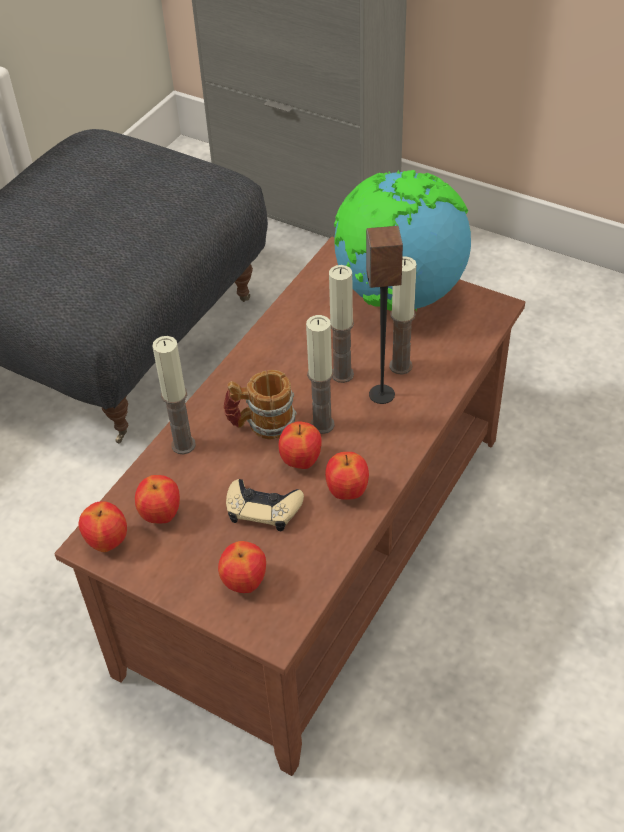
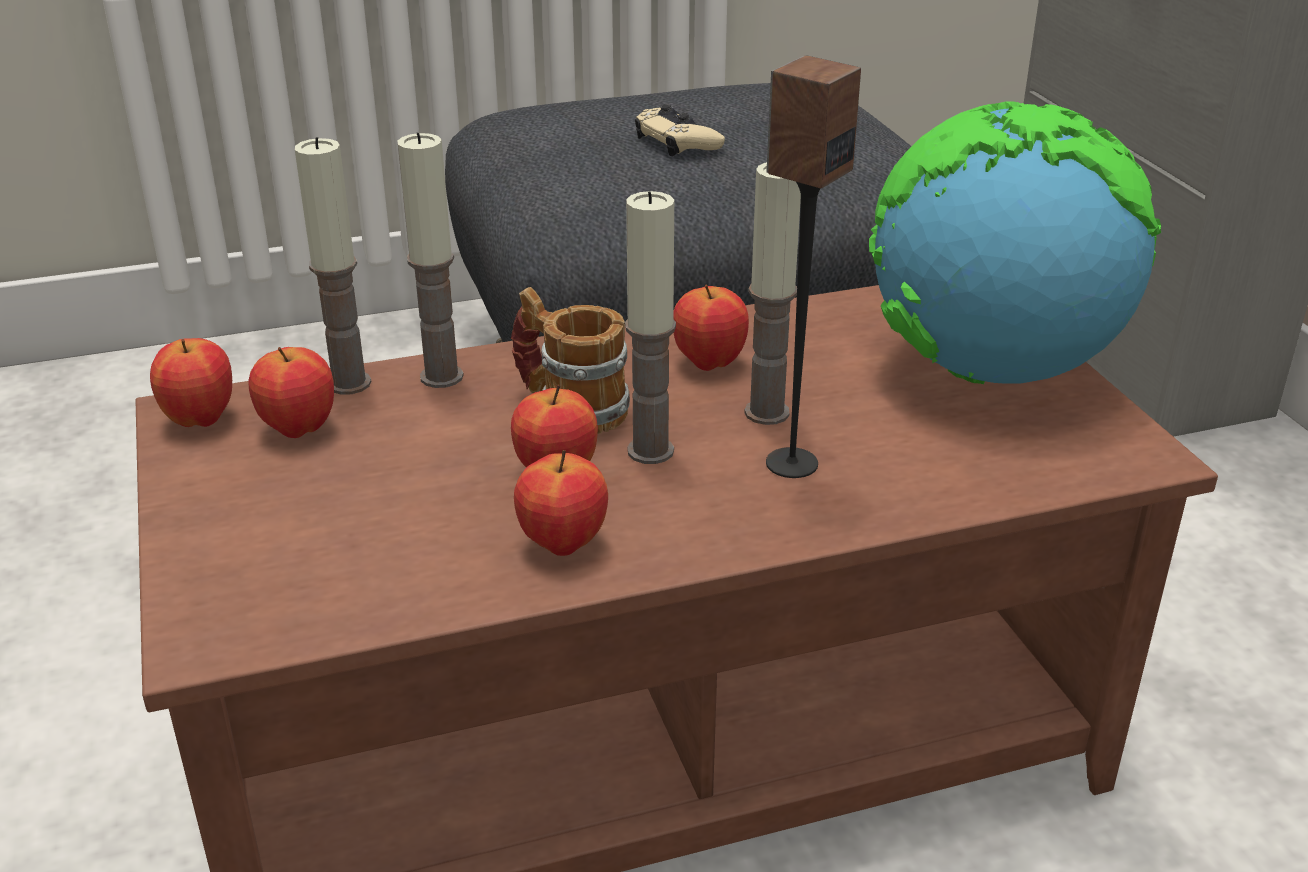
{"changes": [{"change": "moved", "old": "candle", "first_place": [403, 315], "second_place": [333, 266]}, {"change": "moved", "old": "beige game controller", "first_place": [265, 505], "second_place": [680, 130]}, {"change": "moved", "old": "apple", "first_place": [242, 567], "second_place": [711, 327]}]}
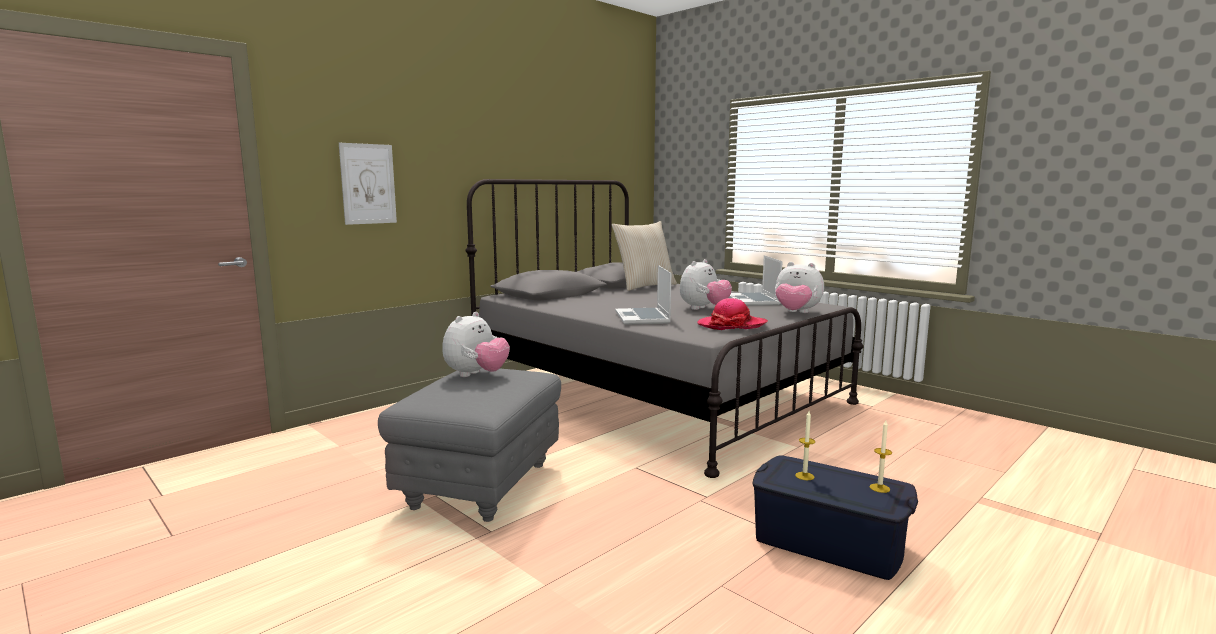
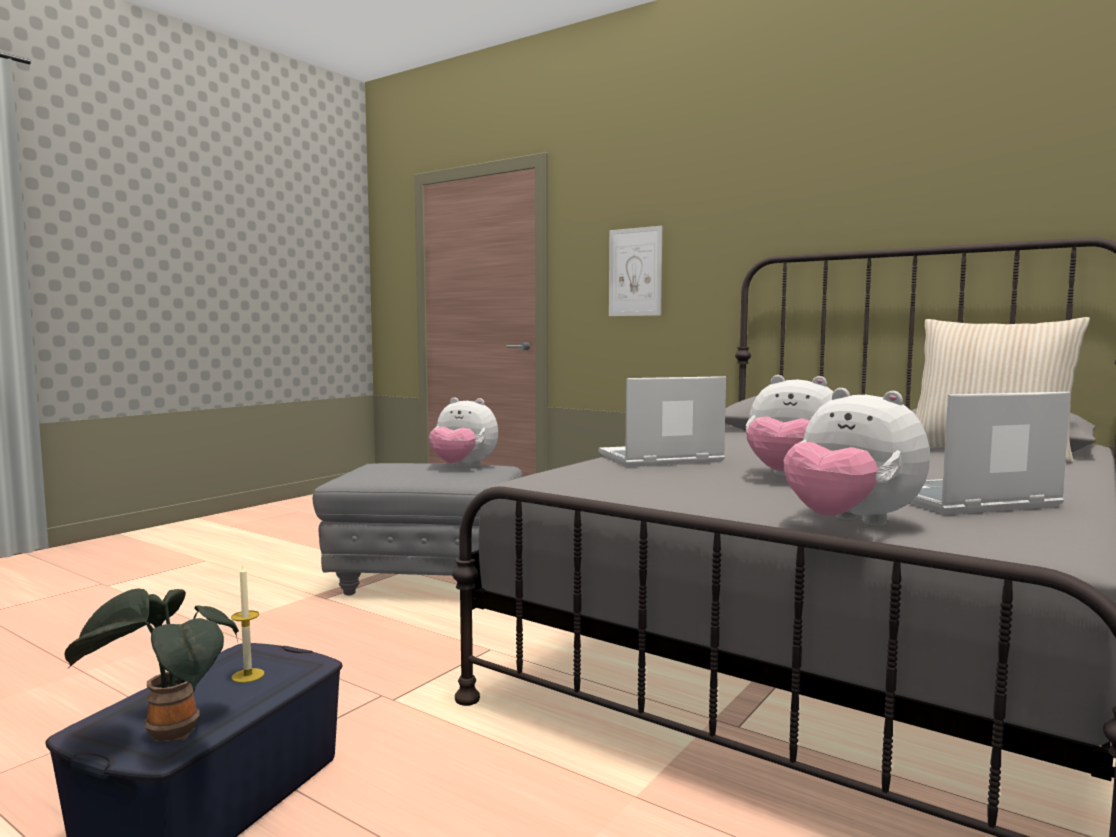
{"changes": [{"change": "replaced", "old": "candle", "new": "potted plant", "first_place": [881, 457], "second_place": [152, 665]}, {"change": "turned", "old": "plush toy", "first_place": [799, 287], "second_place": [856, 456], "degrees": -60}, {"change": "removed", "old": "hat", "first_place": [732, 314]}]}
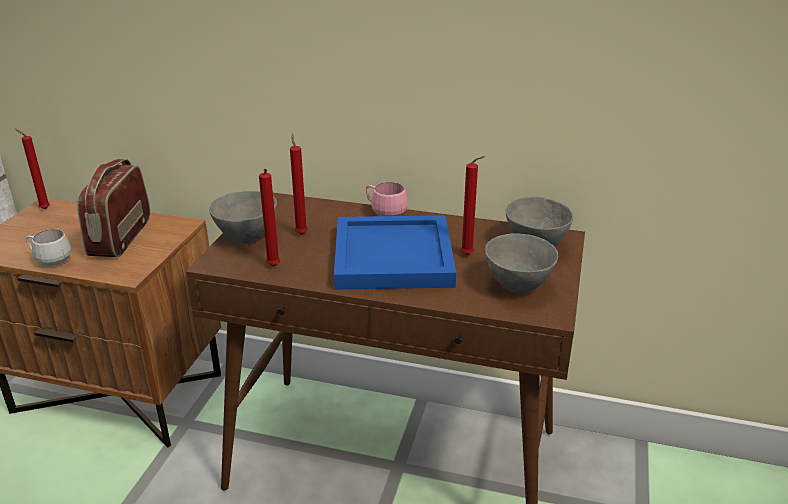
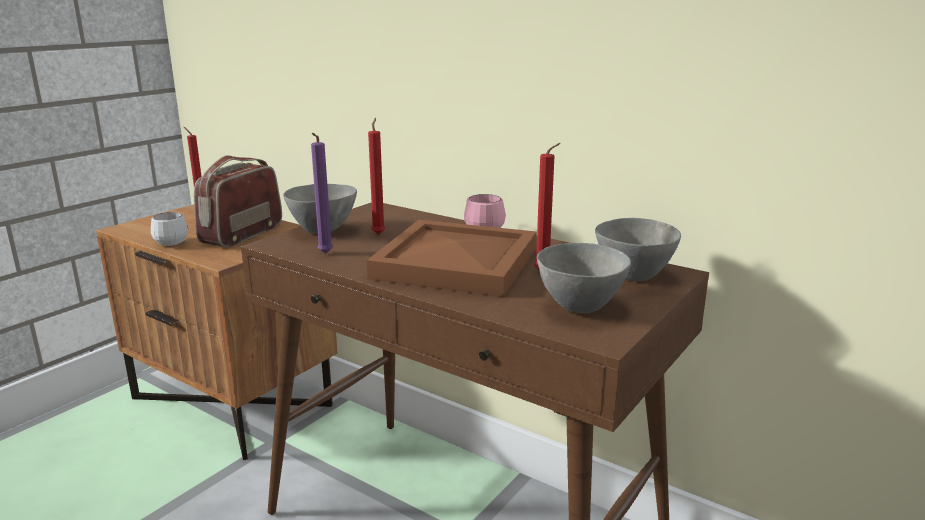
{"changes": [{"change": "recoloured", "old": "red candle", "new": "purple candle", "first_place": [269, 217], "second_place": [322, 193]}, {"change": "recoloured", "old": "blue tray", "new": "brown tray", "first_place": [395, 252], "second_place": [452, 258]}]}
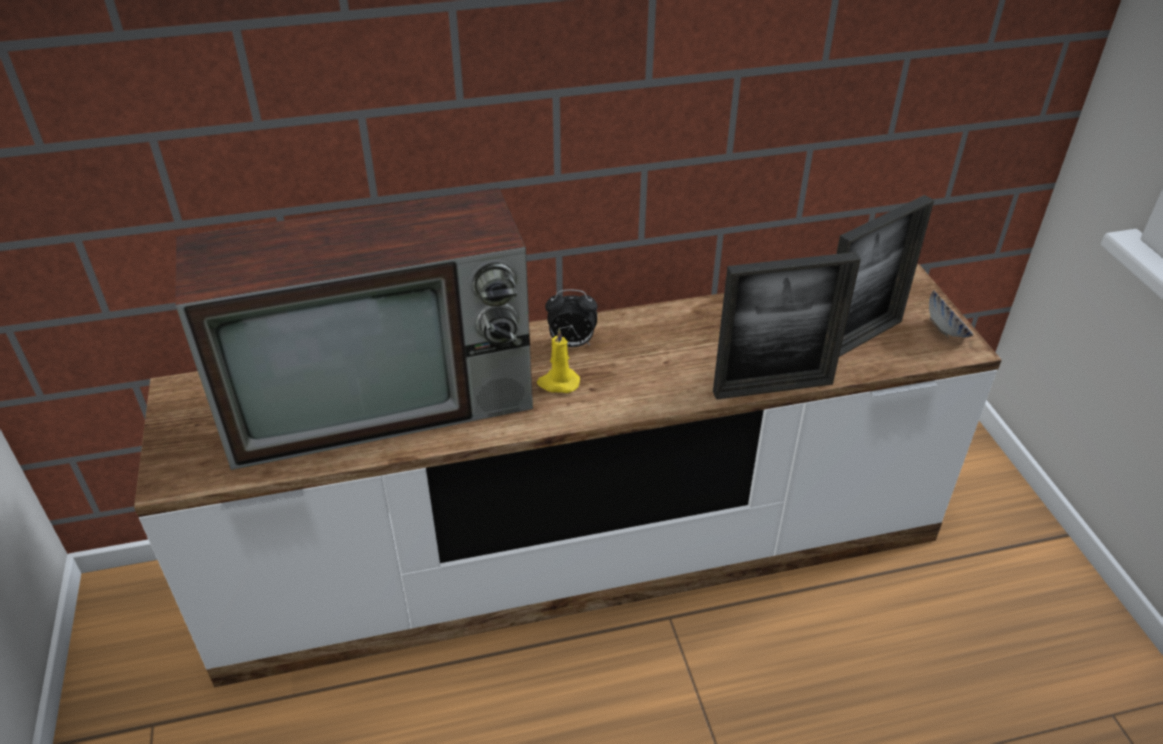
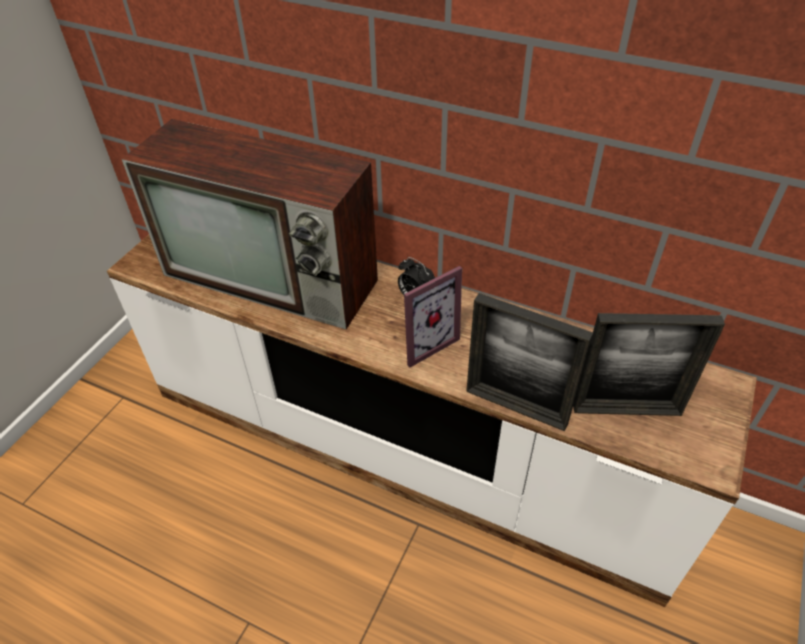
{"changes": [{"change": "added", "new": "picture frame", "second_place": [433, 316]}, {"change": "removed", "old": "yellow candle", "first_place": [558, 360]}, {"change": "removed", "old": "bowl", "first_place": [951, 314]}]}
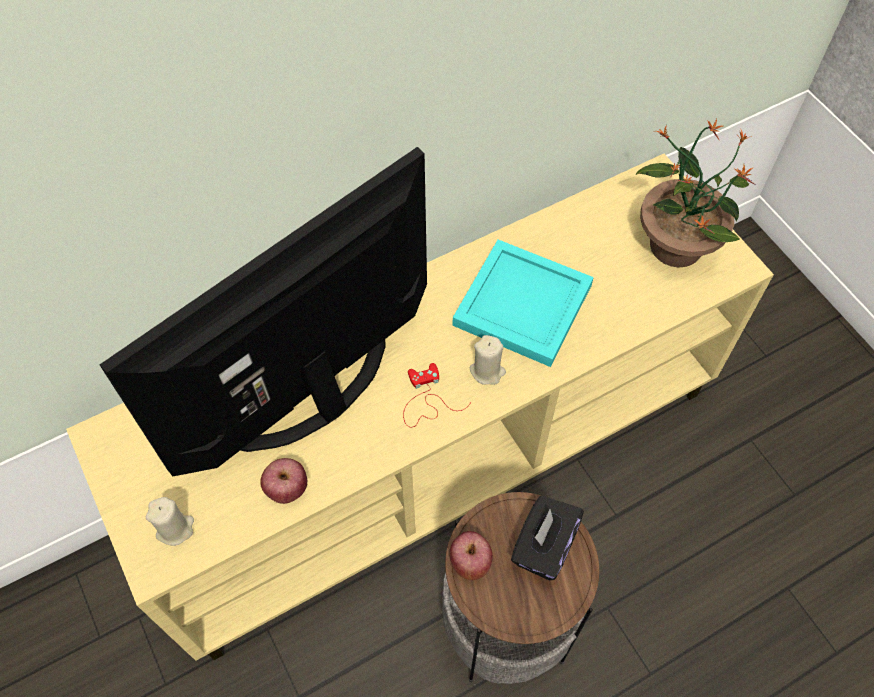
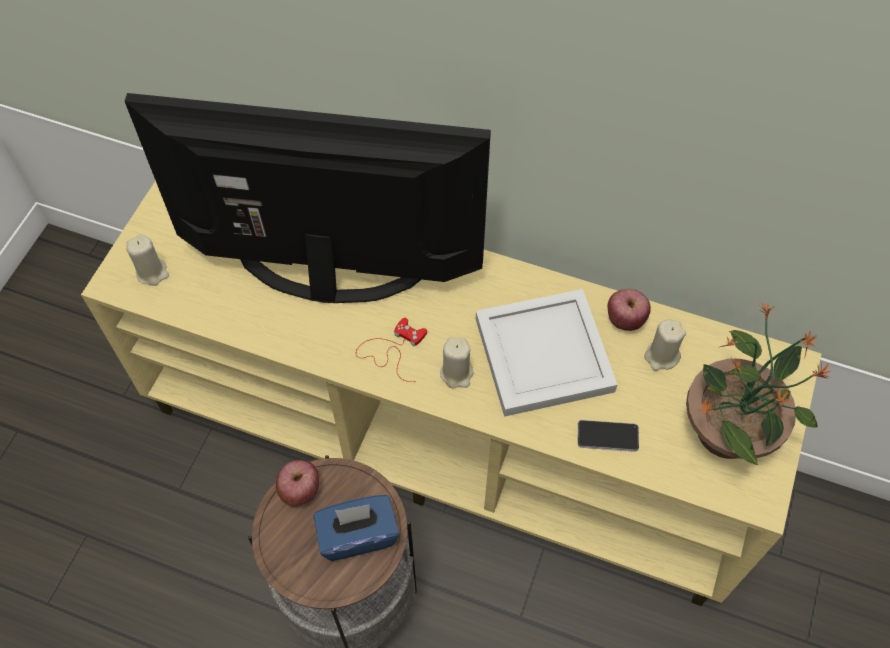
{"changes": [{"change": "recoloured", "old": "black tissue box", "new": "blue tissue box", "first_place": [547, 537], "second_place": [356, 528]}, {"change": "recoloured", "old": "turquoise tray", "new": "white tray", "first_place": [523, 303], "second_place": [546, 353]}, {"change": "added", "new": "phone", "second_place": [608, 436]}, {"change": "moved", "old": "apple", "first_place": [283, 481], "second_place": [629, 310]}, {"change": "added", "new": "beige candle", "second_place": [665, 345]}]}
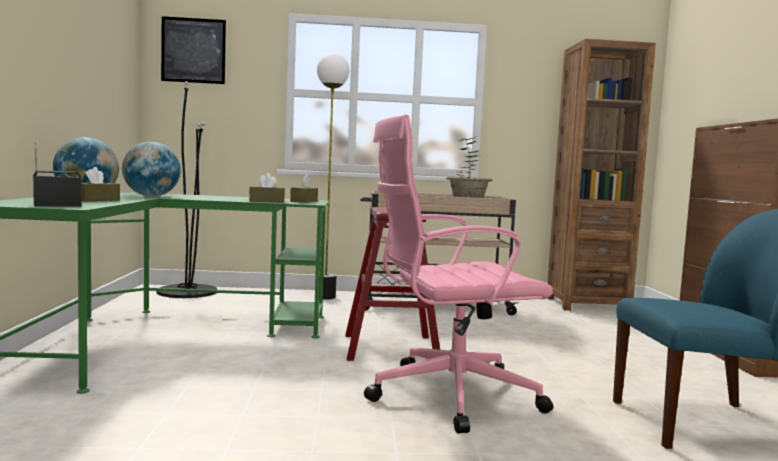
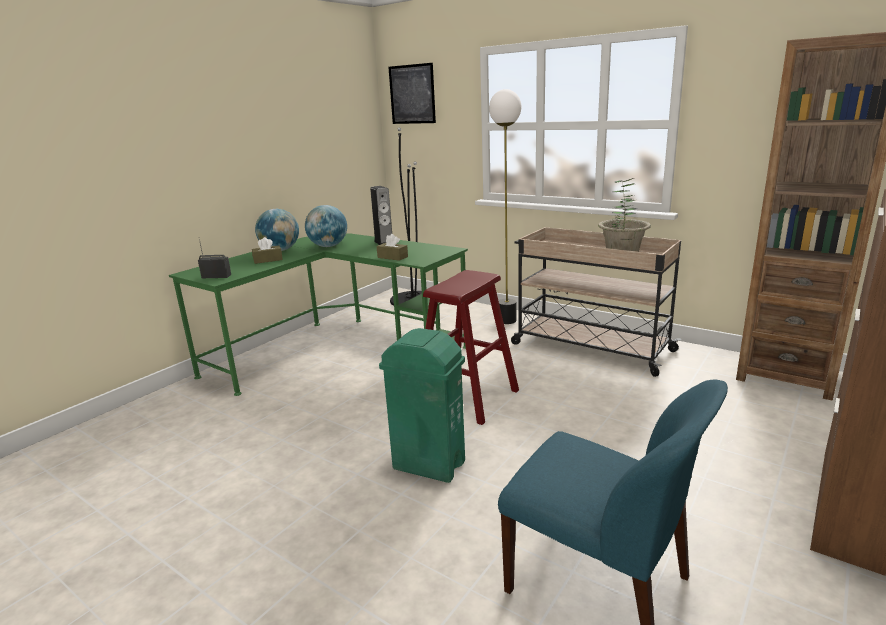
{"changes": [{"change": "added", "new": "speaker", "second_place": [381, 215]}, {"change": "replaced", "old": "pink office chair", "new": "green trash can", "first_place": [458, 274], "second_place": [422, 405]}, {"change": "removed", "old": "brown tissue box", "first_place": [304, 188]}]}
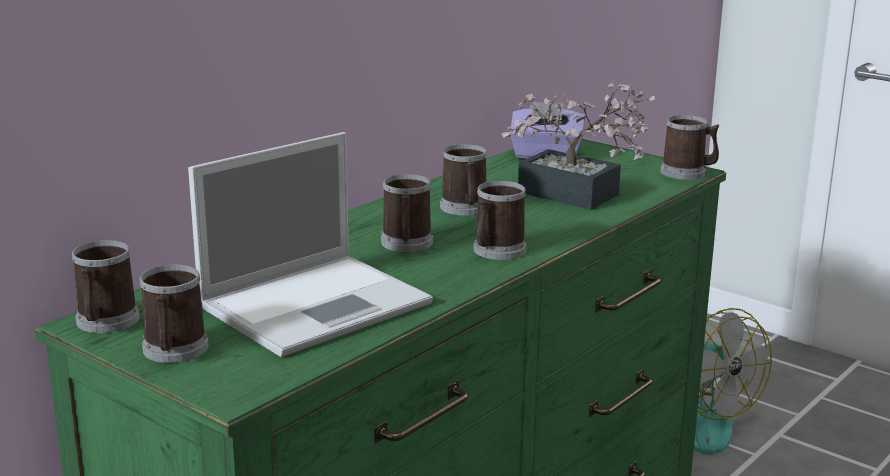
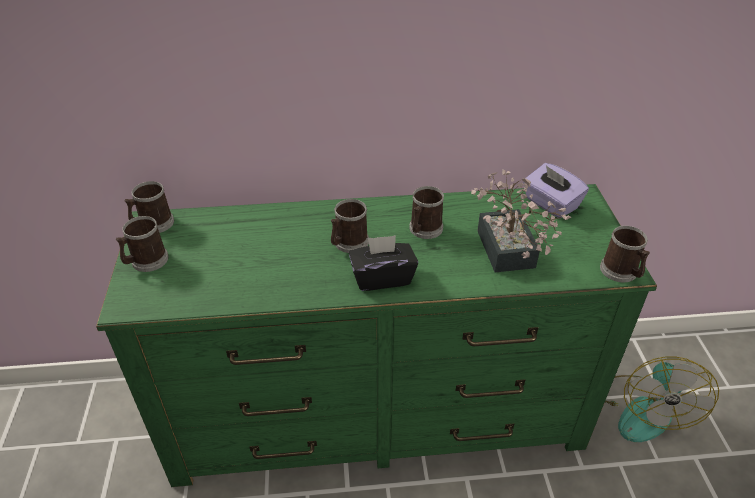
{"changes": [{"change": "replaced", "old": "mug", "new": "black tissue box", "first_place": [500, 220], "second_place": [383, 263]}, {"change": "removed", "old": "laptop", "first_place": [310, 244]}]}
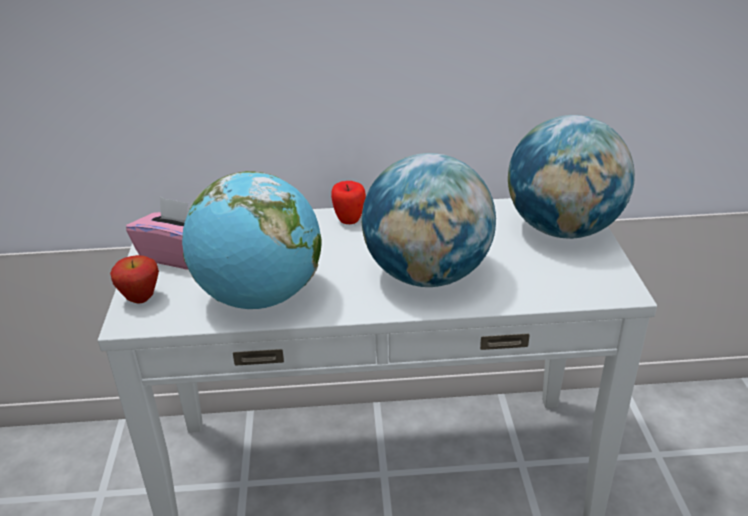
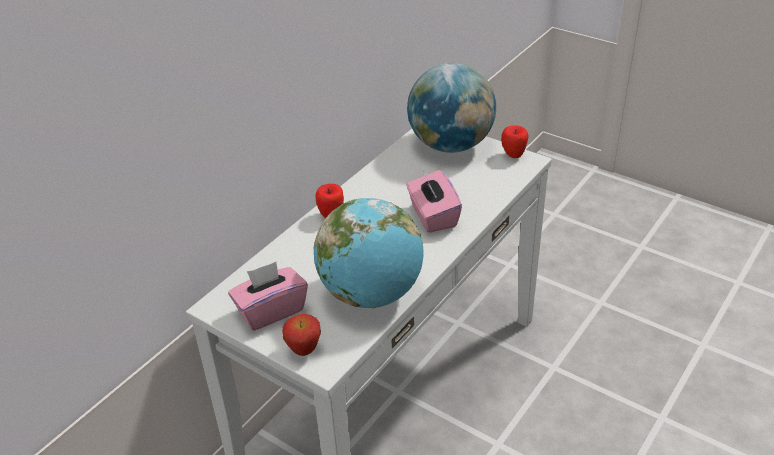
{"changes": [{"change": "replaced", "old": "globe", "new": "pink tissue box", "first_place": [429, 220], "second_place": [434, 201]}, {"change": "added", "new": "apple", "second_place": [514, 141]}]}
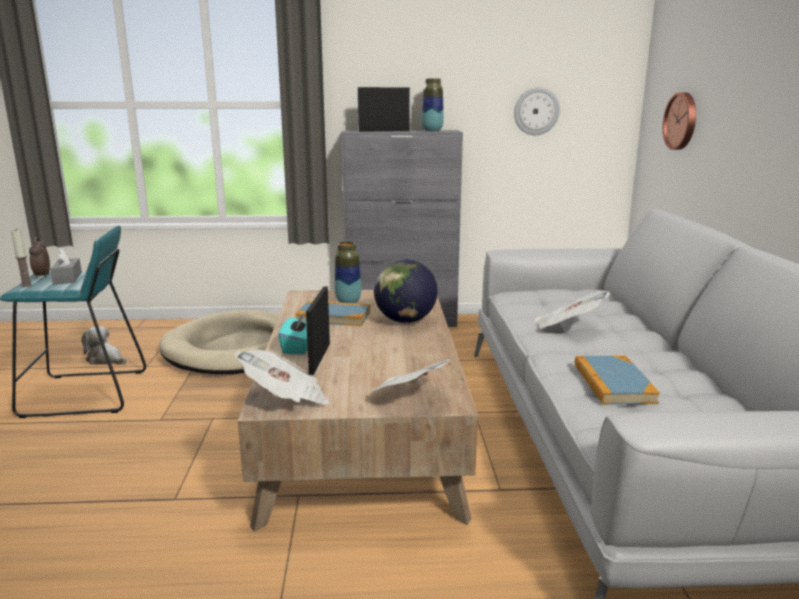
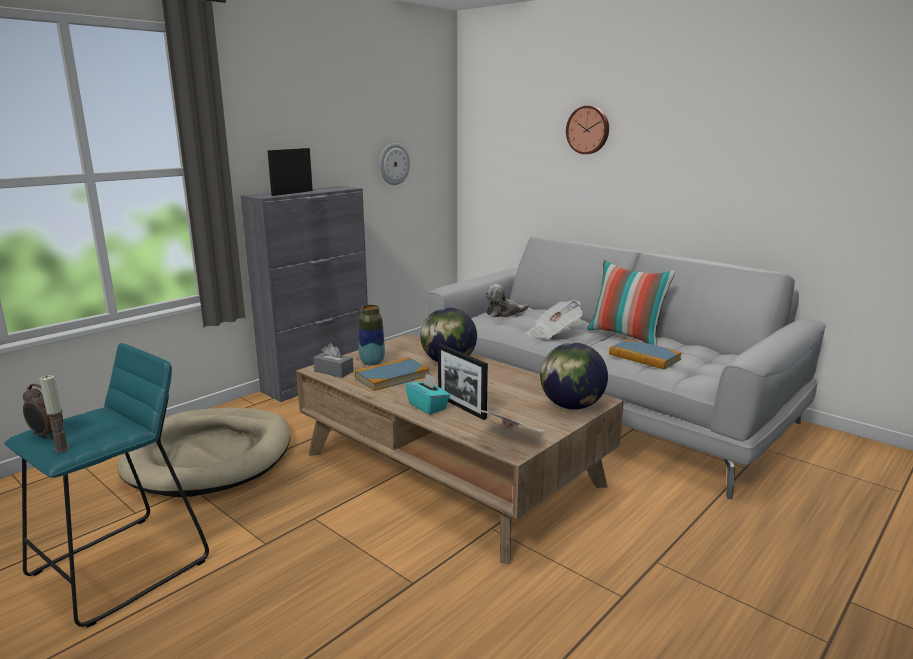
{"changes": [{"change": "moved", "old": "grey tissue box", "first_place": [66, 266], "second_place": [333, 360]}, {"change": "moved", "old": "plush toy", "first_place": [103, 345], "second_place": [506, 300]}, {"change": "replaced", "old": "newspaper", "new": "globe", "first_place": [409, 376], "second_place": [574, 376]}, {"change": "moved", "old": "wall clock", "first_place": [679, 121], "second_place": [587, 130]}, {"change": "added", "new": "pillow", "second_place": [631, 303]}, {"change": "removed", "old": "vase", "first_place": [432, 104]}]}
